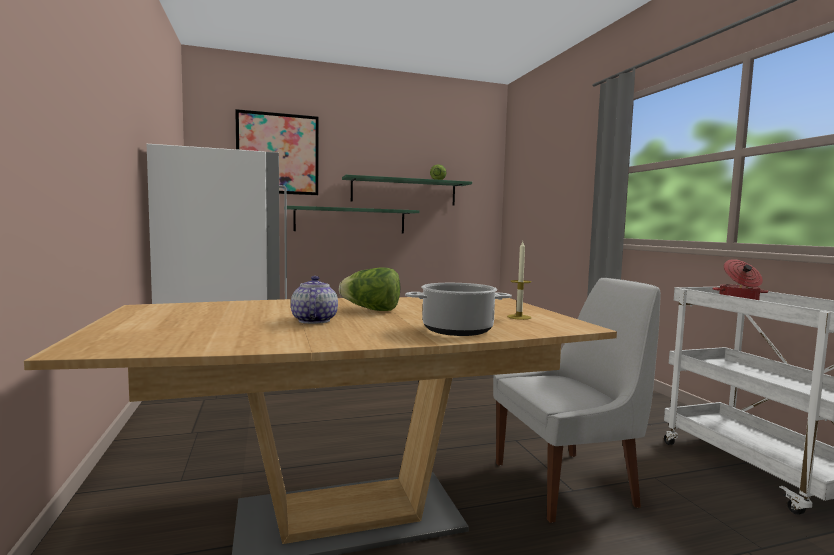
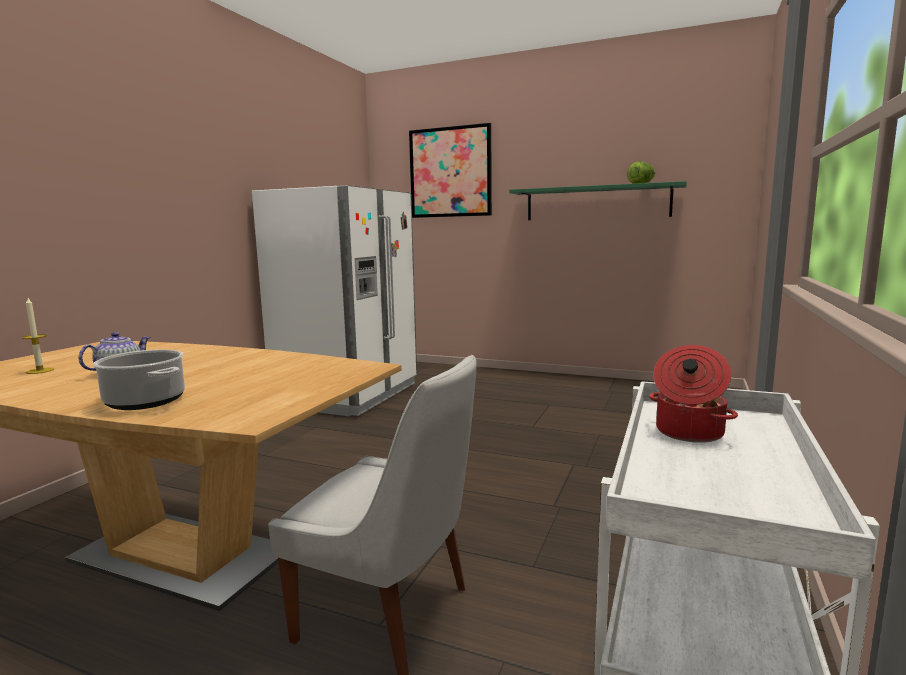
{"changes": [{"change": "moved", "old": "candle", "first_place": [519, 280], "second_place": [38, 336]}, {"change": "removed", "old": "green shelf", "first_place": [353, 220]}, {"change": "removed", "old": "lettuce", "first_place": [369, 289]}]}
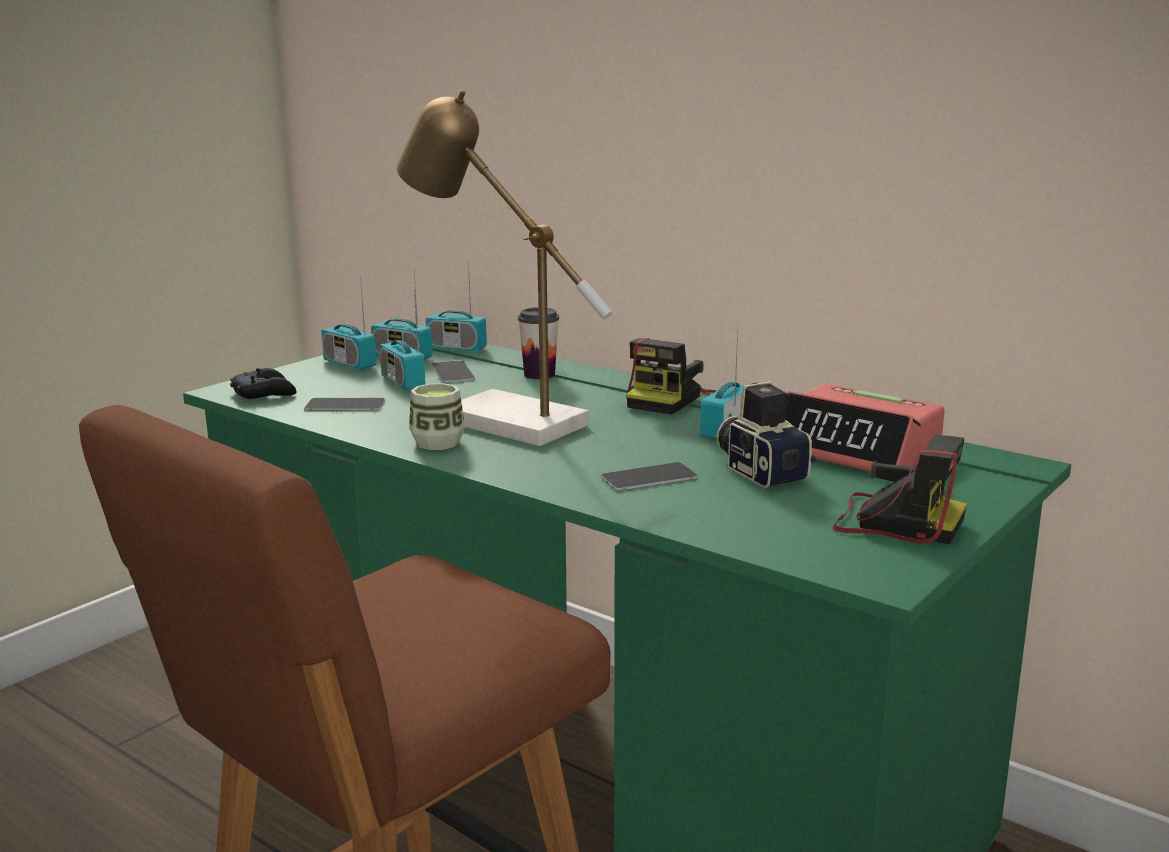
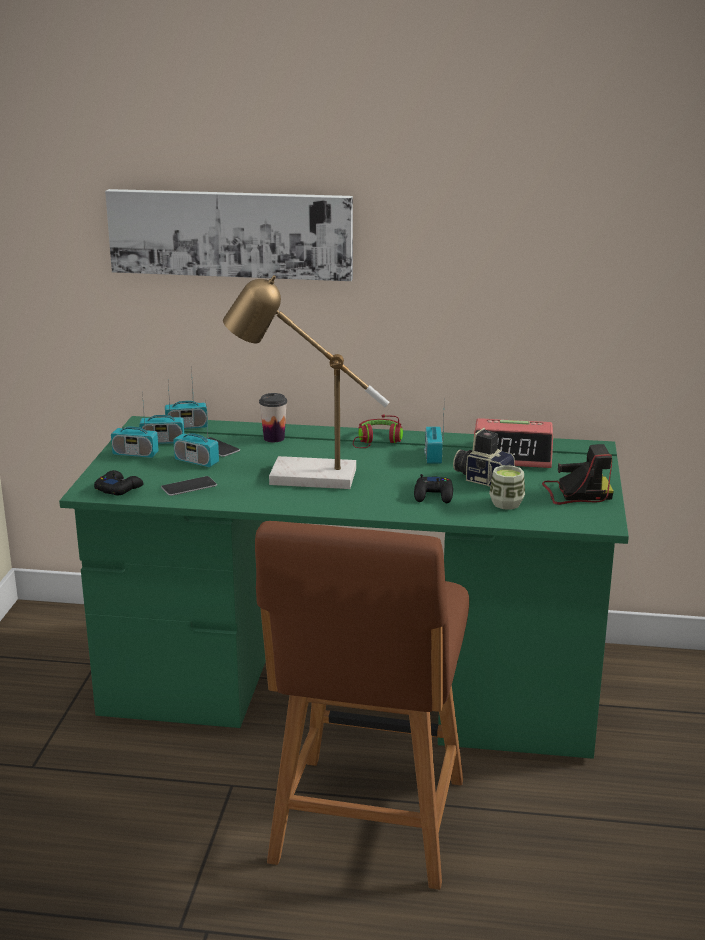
{"changes": [{"change": "added", "new": "picture", "second_place": [229, 235]}, {"change": "replaced", "old": "photo camera", "new": "red headphones", "first_place": [671, 376], "second_place": [378, 431]}, {"change": "replaced", "old": "phone", "new": "black game controller", "first_place": [649, 476], "second_place": [433, 488]}, {"change": "moved", "old": "cup", "first_place": [437, 416], "second_place": [507, 487]}]}
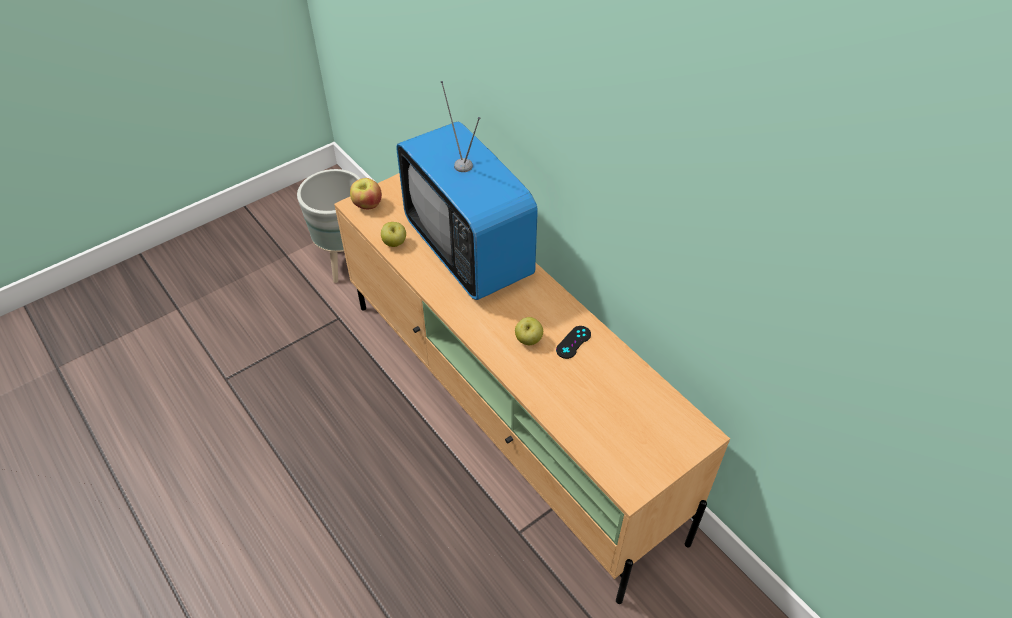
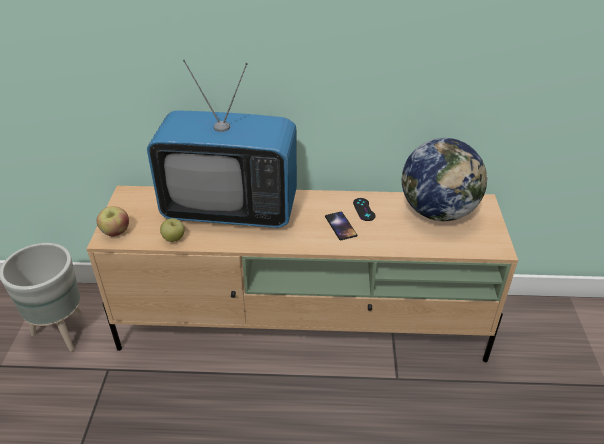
{"changes": [{"change": "replaced", "old": "apple", "new": "phone", "first_place": [529, 331], "second_place": [341, 226]}, {"change": "added", "new": "globe", "second_place": [445, 179]}]}
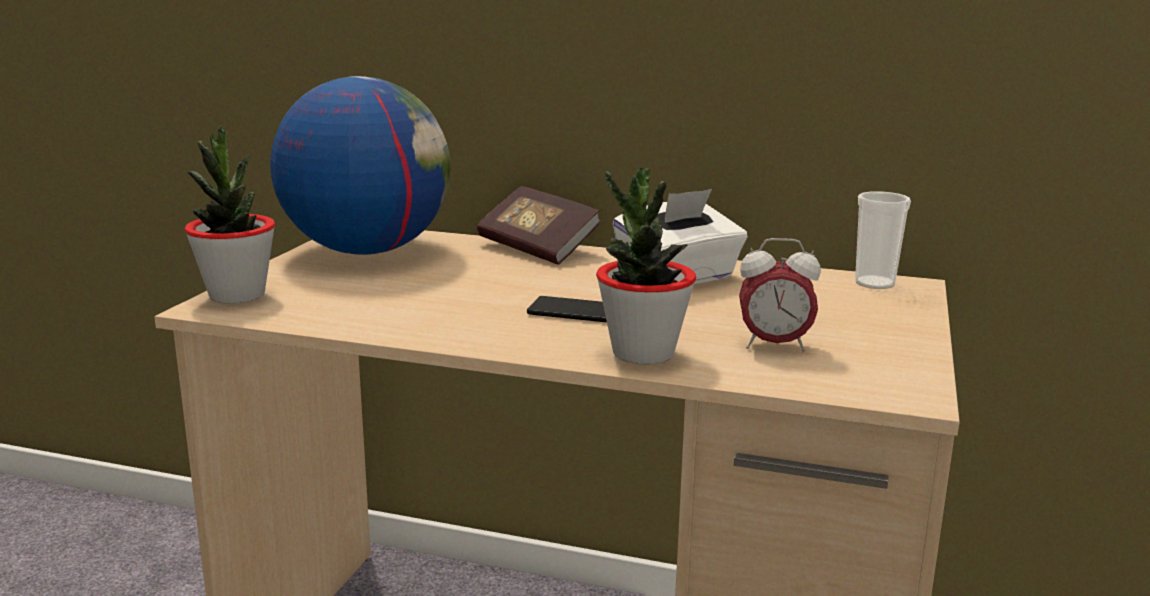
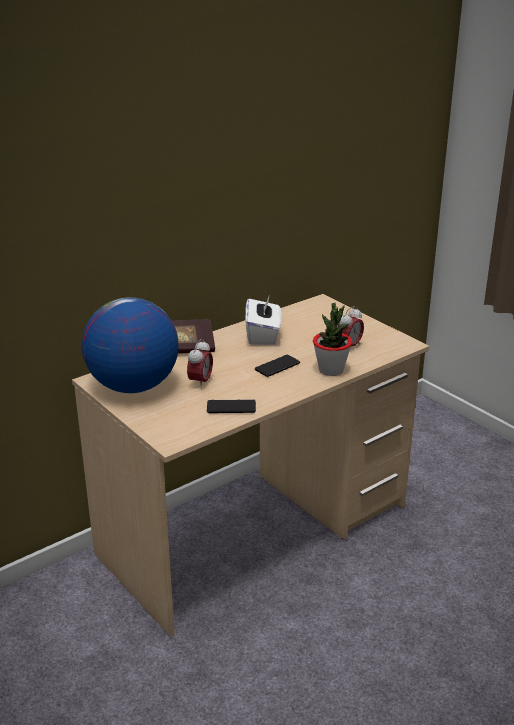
{"changes": [{"change": "added", "new": "alarm clock", "second_place": [200, 364]}, {"change": "added", "new": "phone", "second_place": [231, 406]}, {"change": "removed", "old": "potted plant", "first_place": [230, 214]}, {"change": "removed", "old": "cup", "first_place": [883, 240]}]}
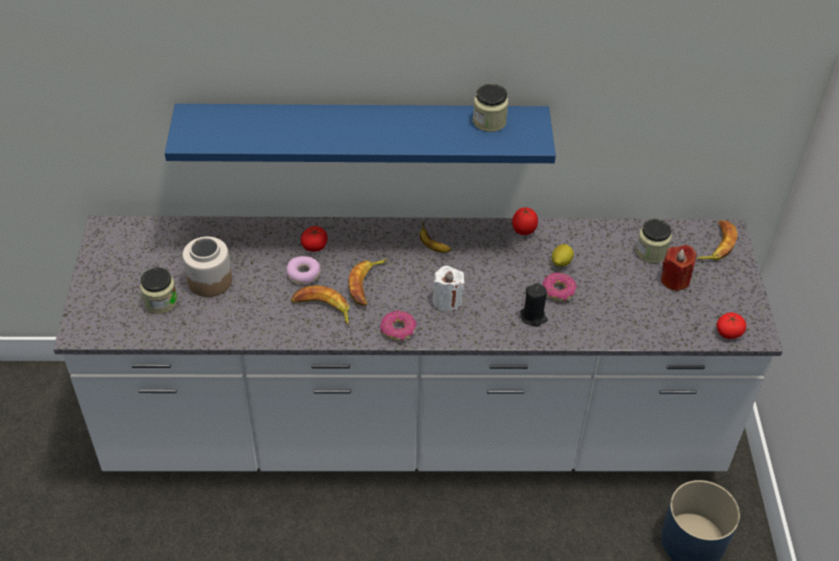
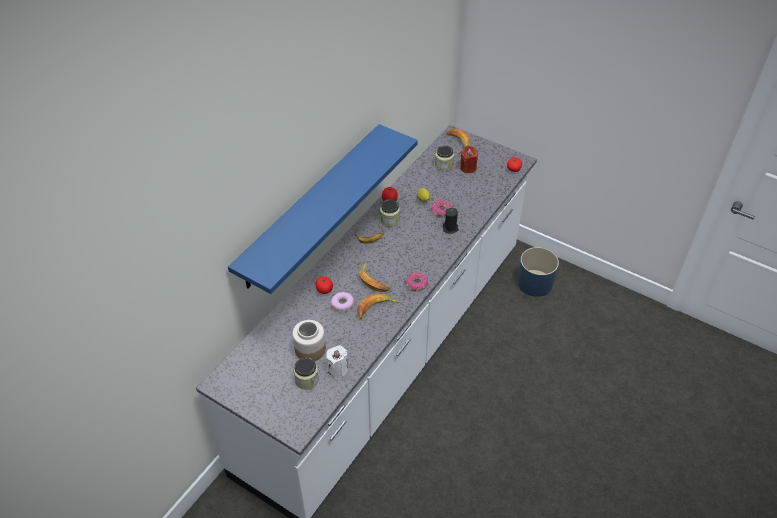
{"changes": [{"change": "moved", "old": "white candle", "first_place": [449, 289], "second_place": [337, 361]}, {"change": "moved", "old": "jar", "first_place": [490, 108], "second_place": [390, 213]}]}
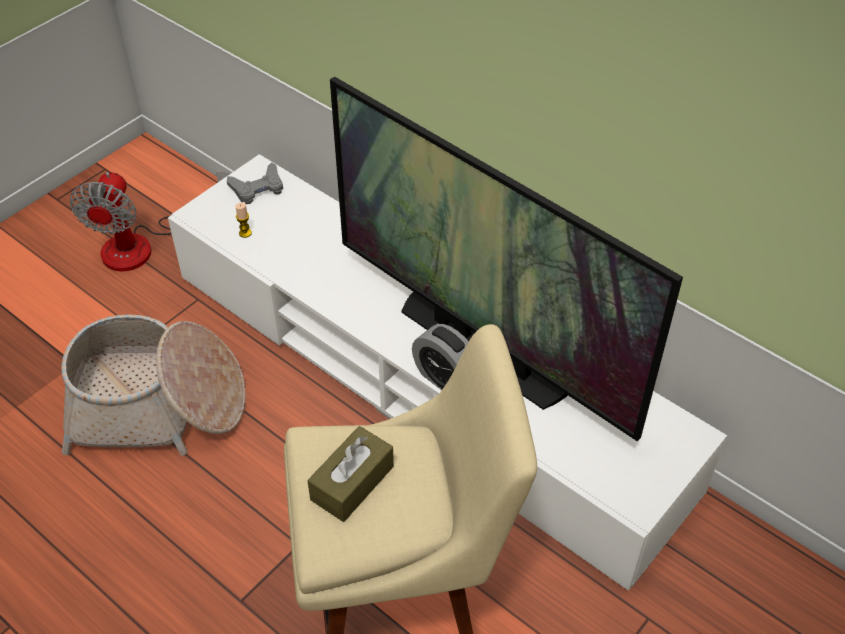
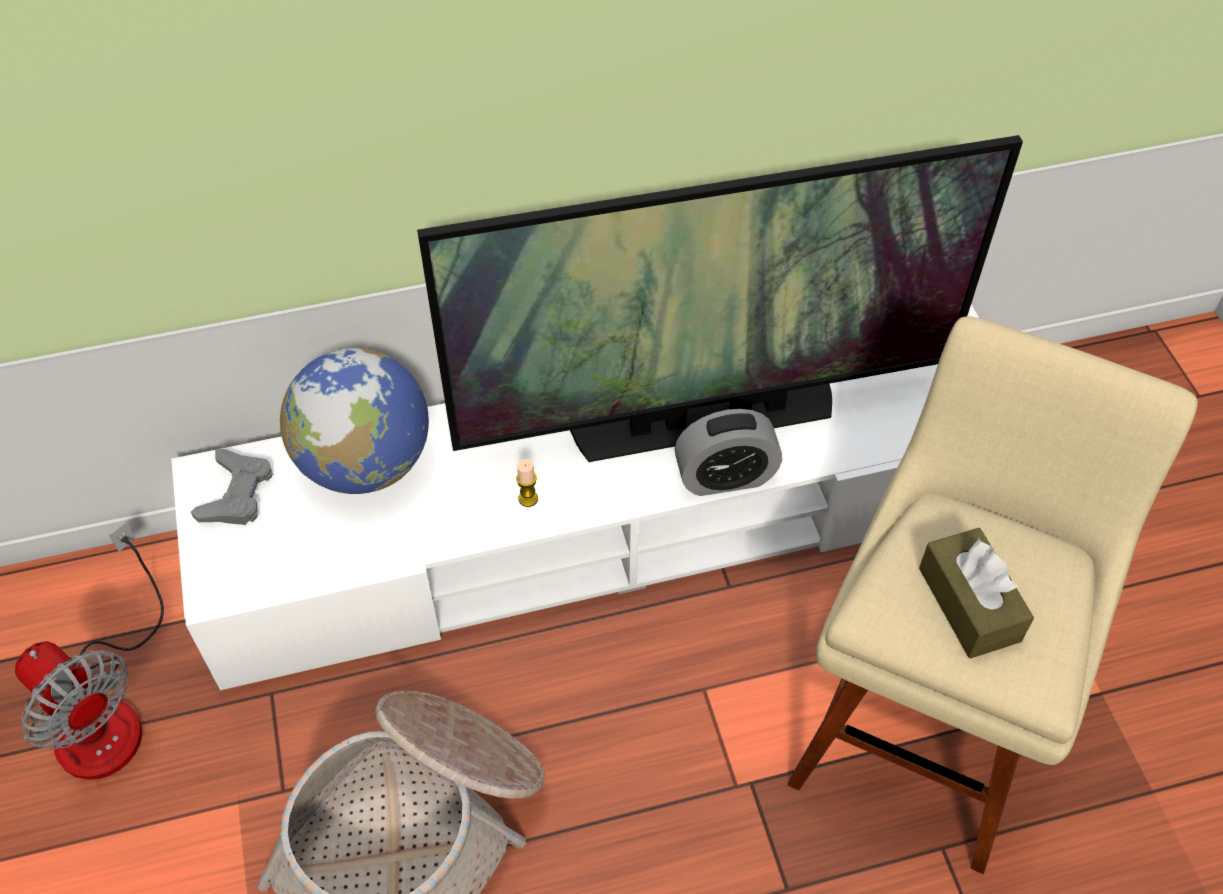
{"changes": [{"change": "added", "new": "globe", "second_place": [354, 421]}, {"change": "moved", "old": "candle", "first_place": [243, 220], "second_place": [527, 483]}]}
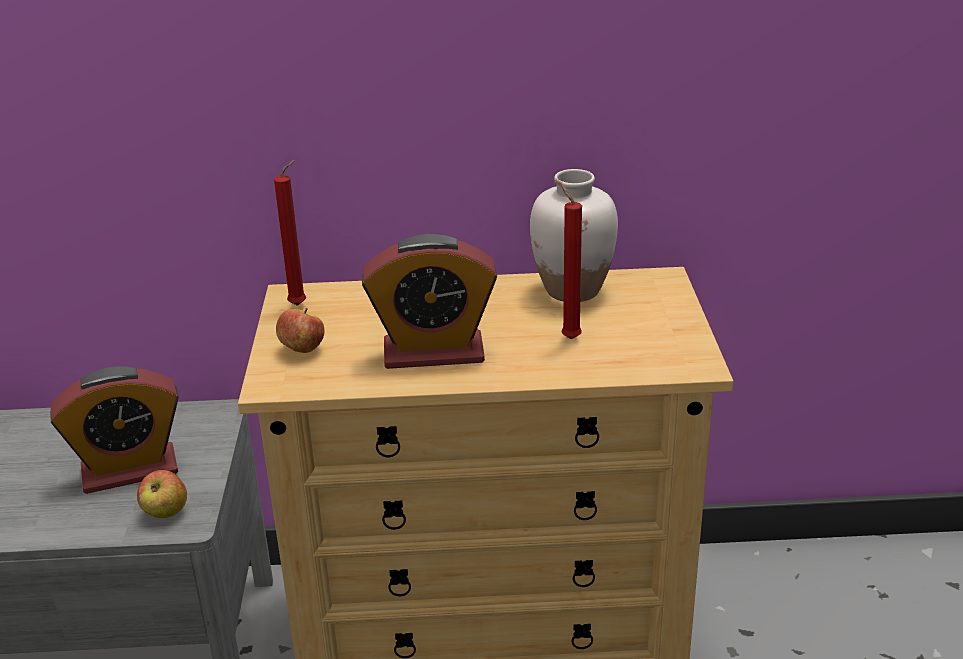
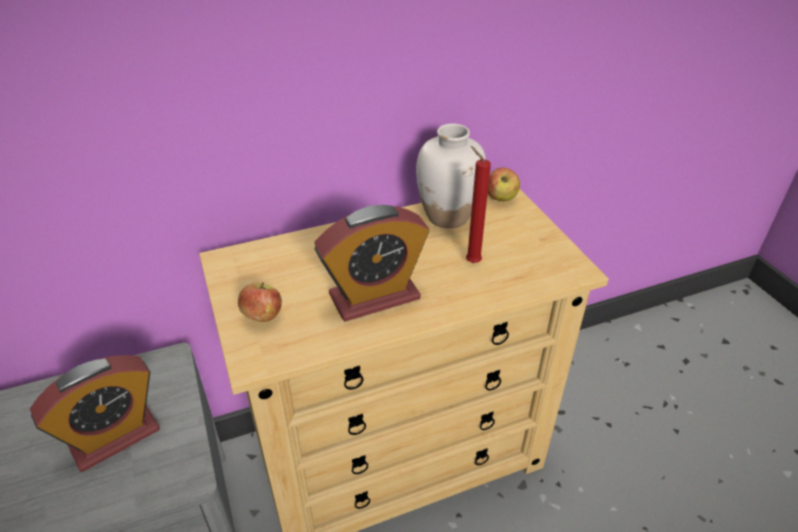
{"changes": [{"change": "moved", "old": "apple", "first_place": [162, 494], "second_place": [504, 184]}, {"change": "removed", "old": "red candle", "first_place": [290, 232]}]}
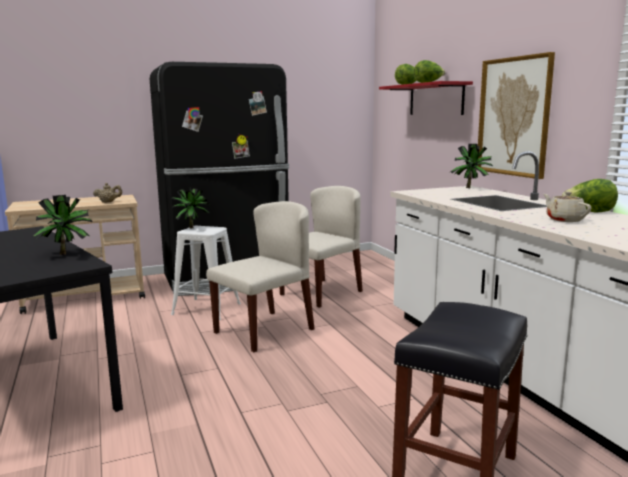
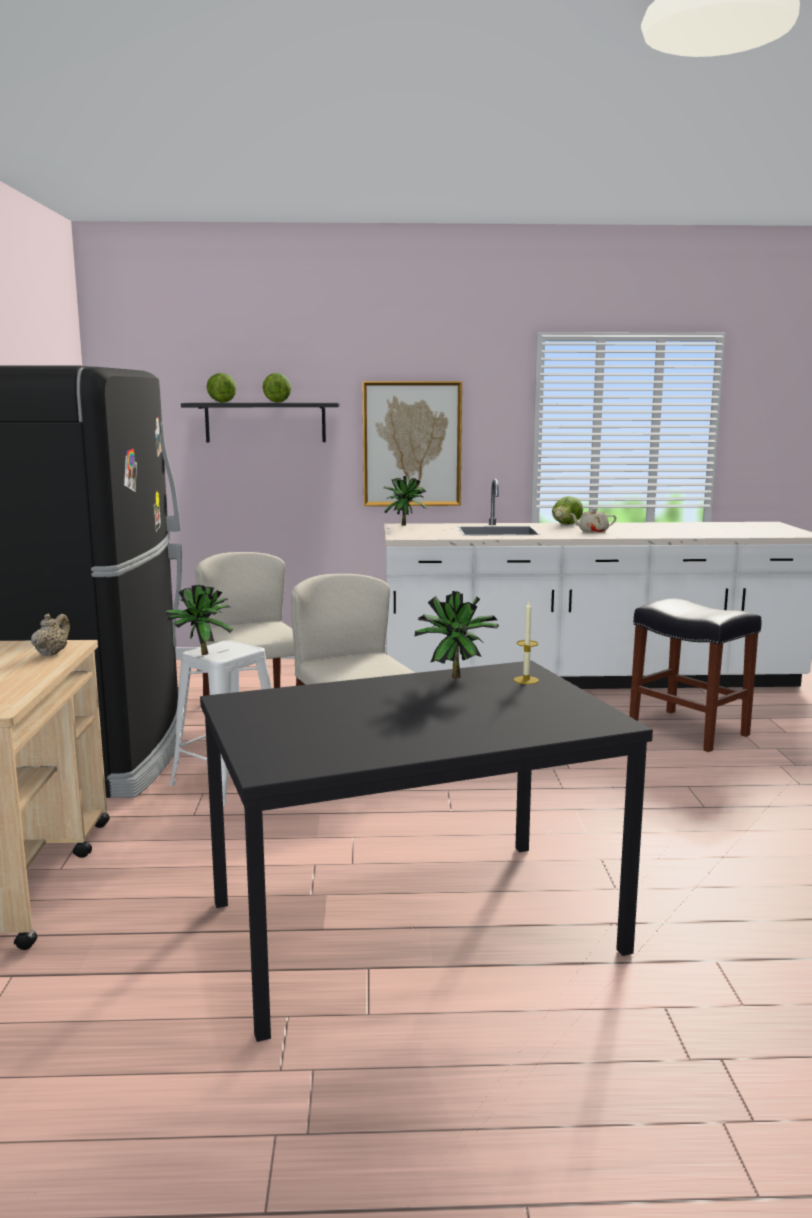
{"changes": [{"change": "recoloured", "old": "red shelf", "new": "black shelf", "first_place": [426, 98], "second_place": [260, 423]}, {"change": "added", "new": "candle", "second_place": [526, 643]}]}
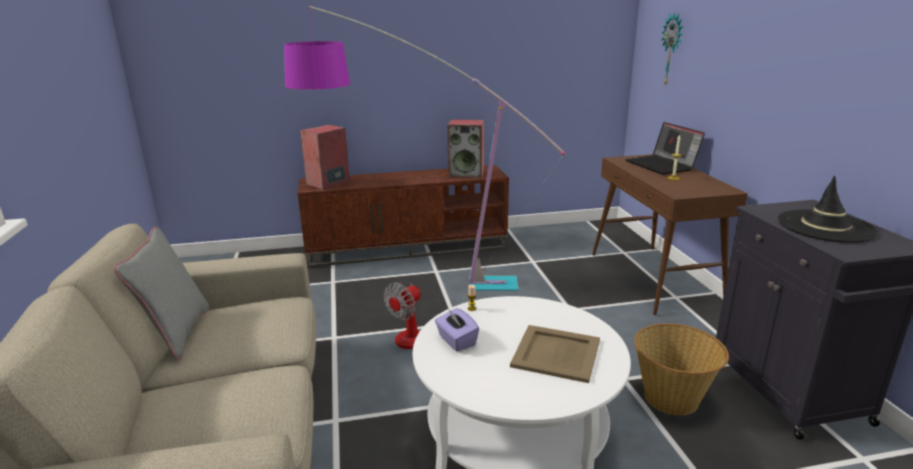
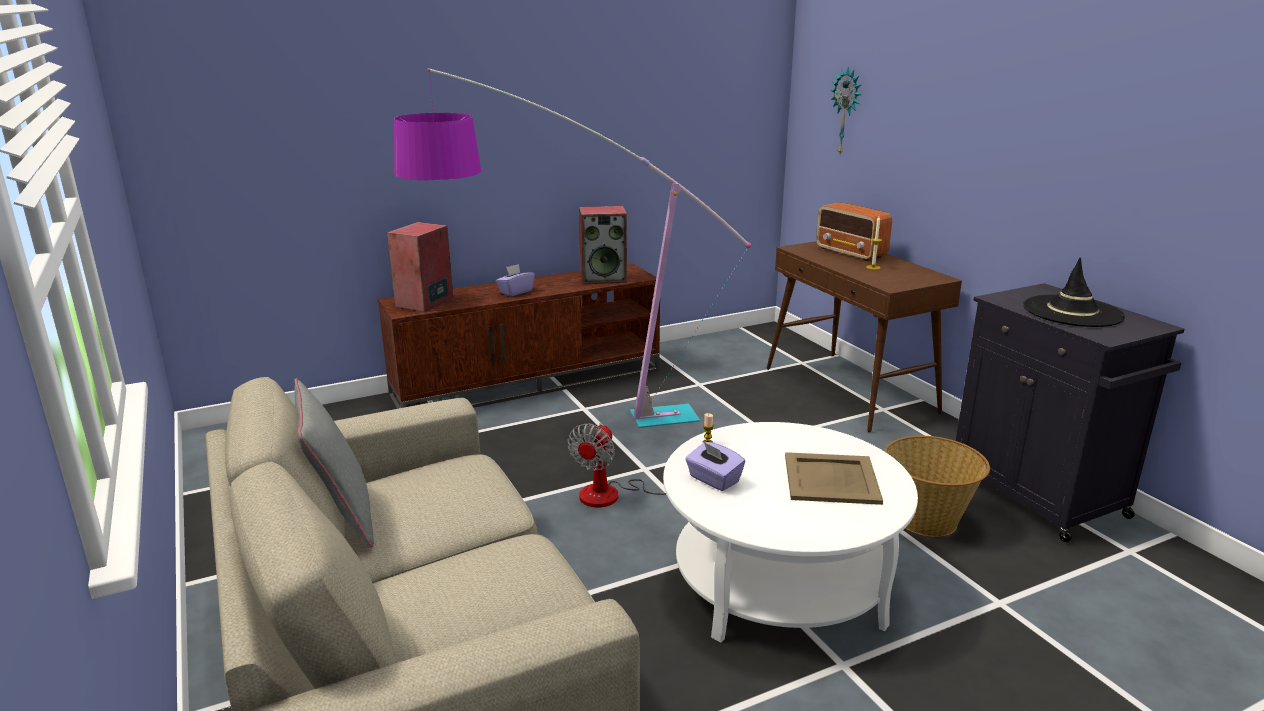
{"changes": [{"change": "added", "new": "purple tissue box", "second_place": [515, 280]}, {"change": "replaced", "old": "laptop", "new": "radio", "first_place": [665, 148], "second_place": [854, 232]}]}
